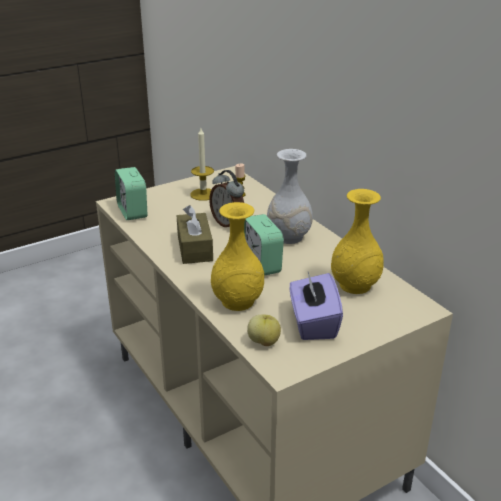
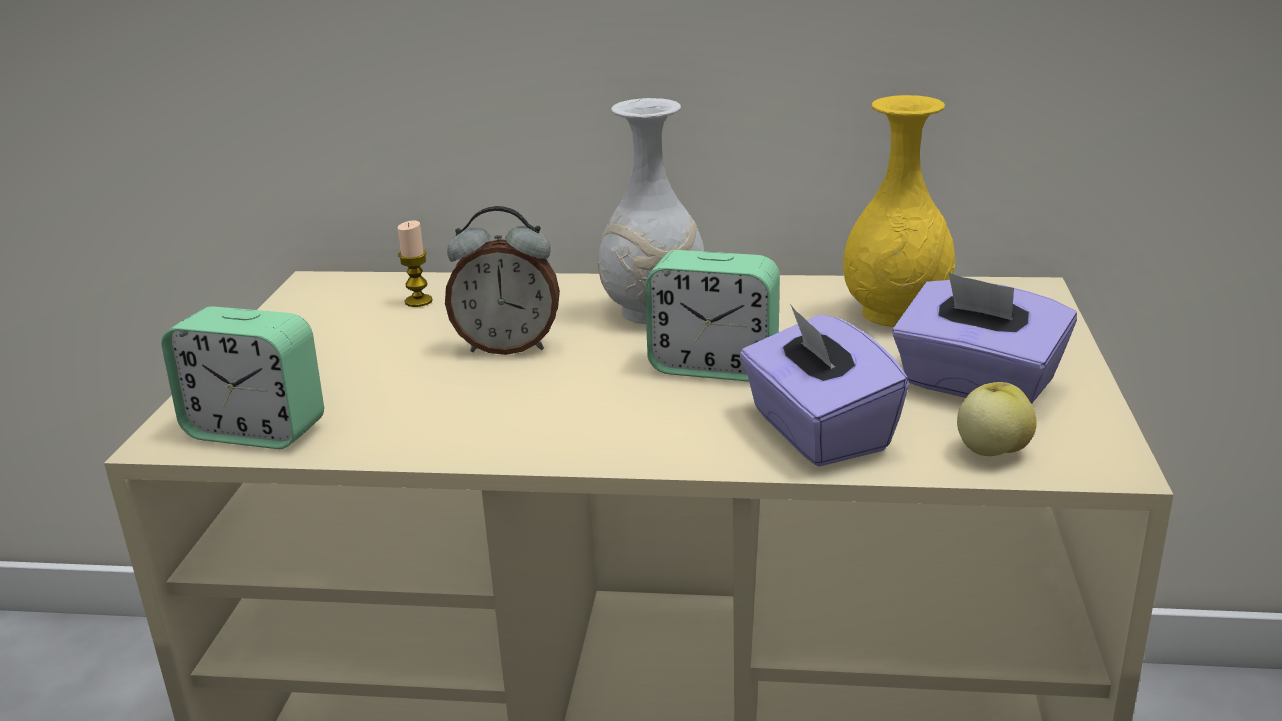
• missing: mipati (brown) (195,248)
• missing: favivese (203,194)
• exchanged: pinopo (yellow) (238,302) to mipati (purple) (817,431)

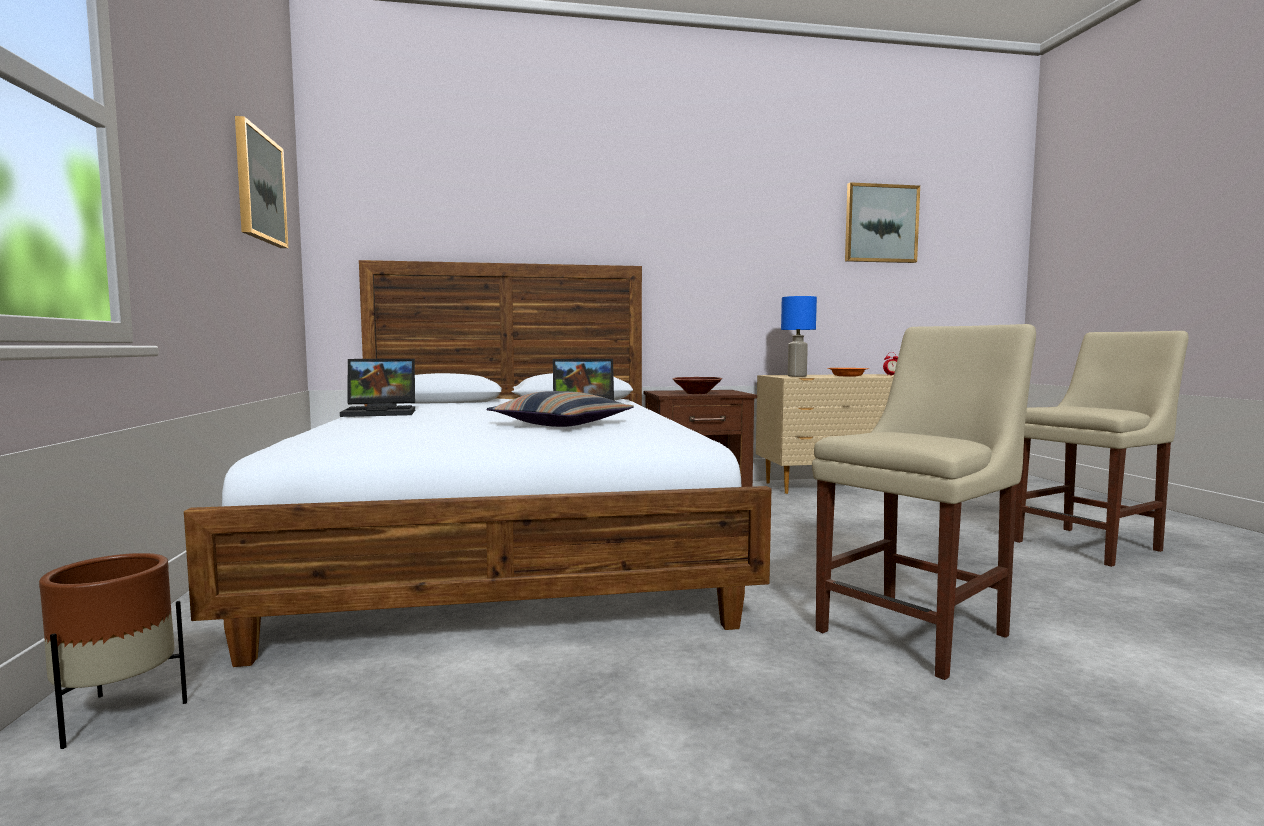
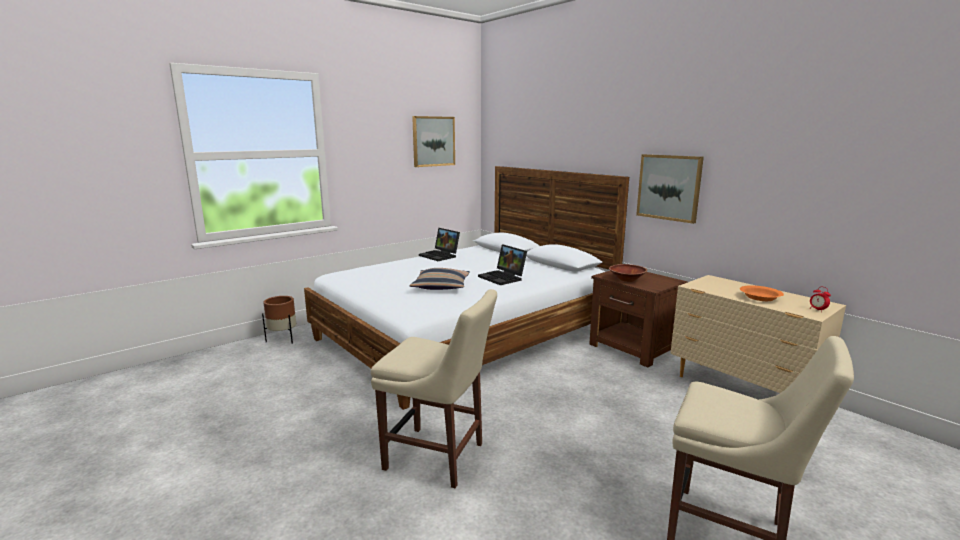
• missing: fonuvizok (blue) (797,376)
• relocated: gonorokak (881,224) to (669,187)

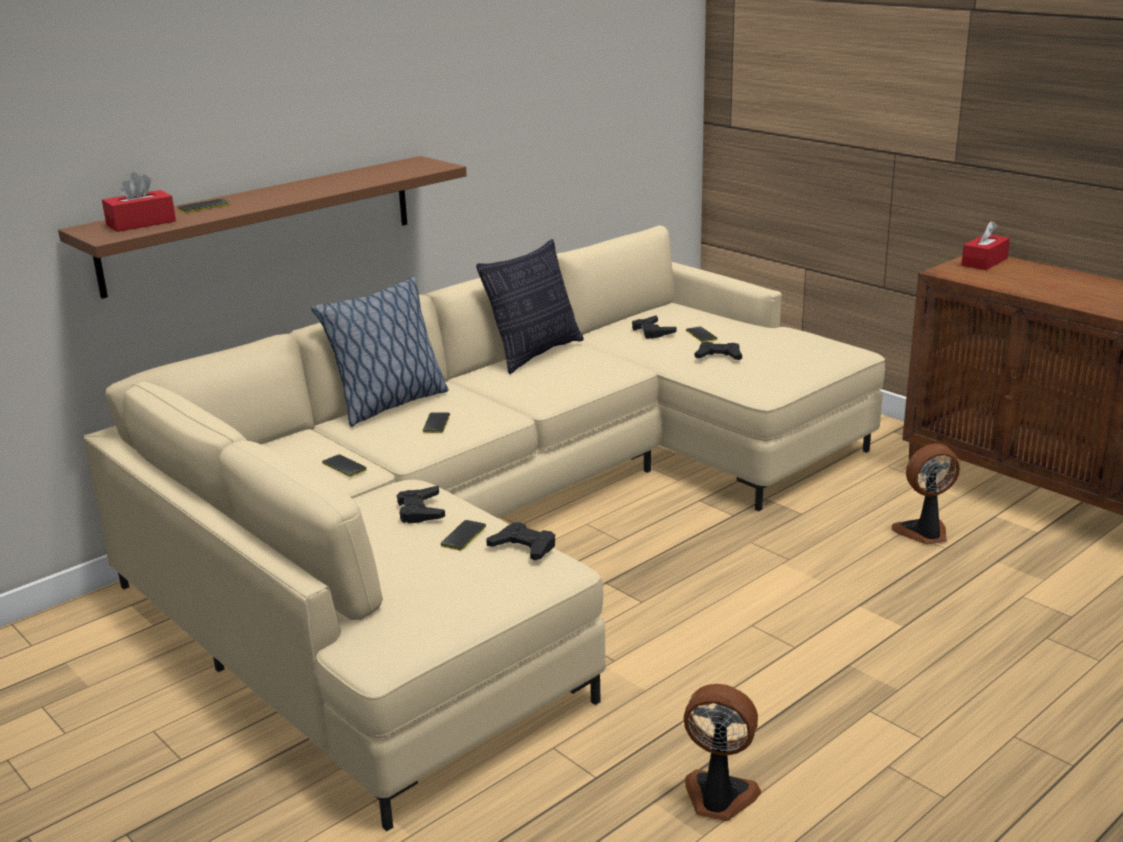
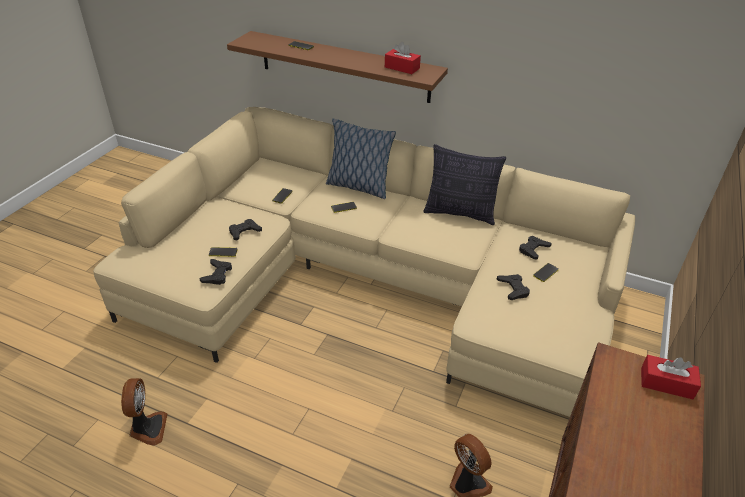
• relocated: mipati (red) (141,223) to (402,68)

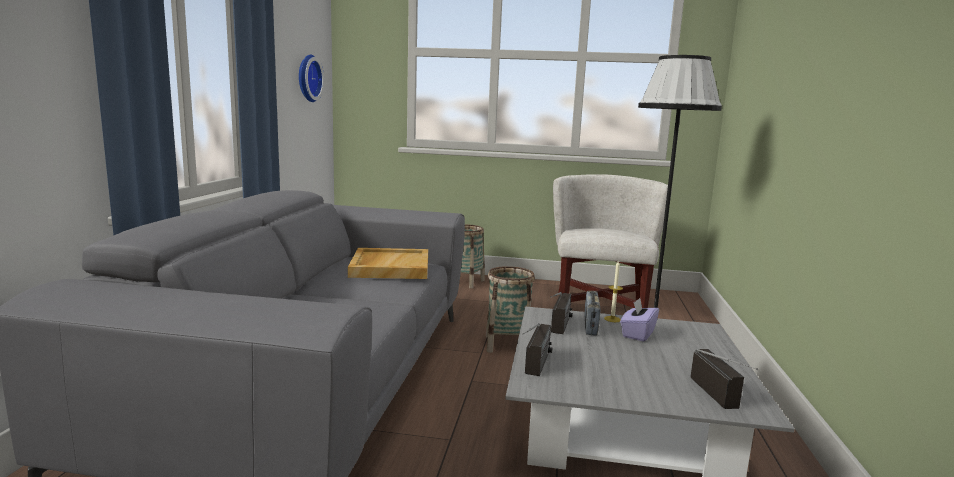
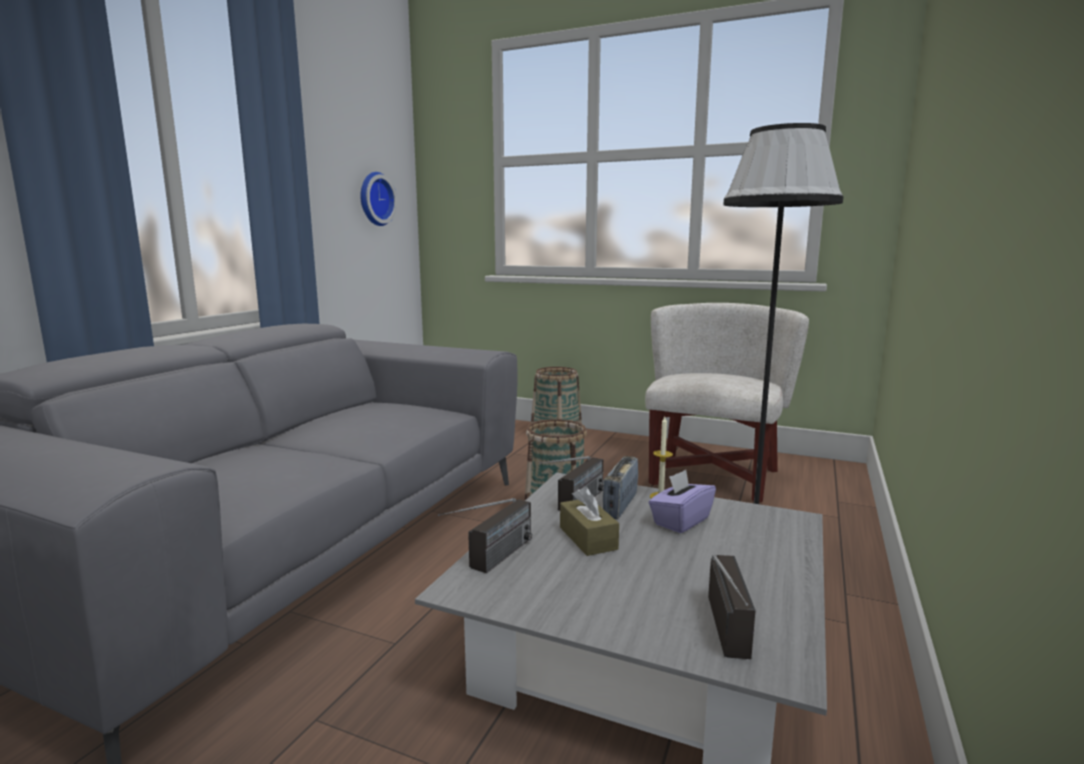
• missing: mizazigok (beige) (389,267)
• appeared: mipati (brown) (588,538)

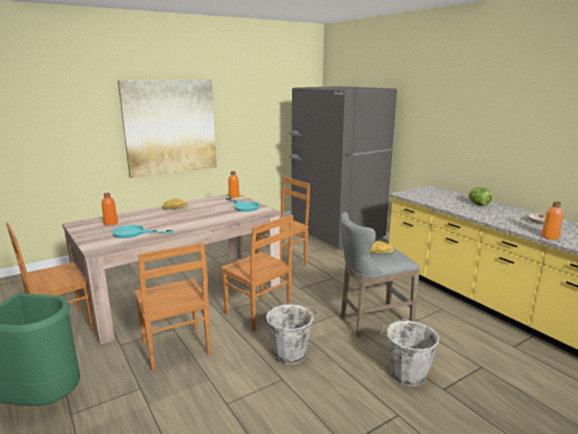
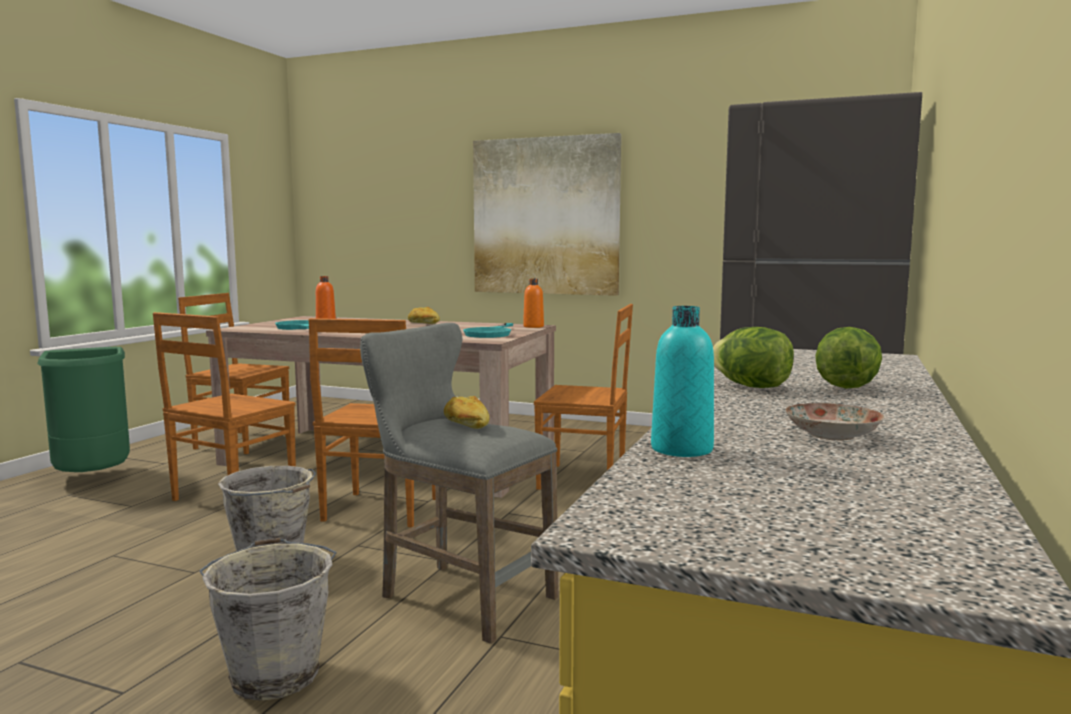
• colour: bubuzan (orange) (549,237) to bubuzan (turquoise) (681,449)
• appeared: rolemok (751,387)

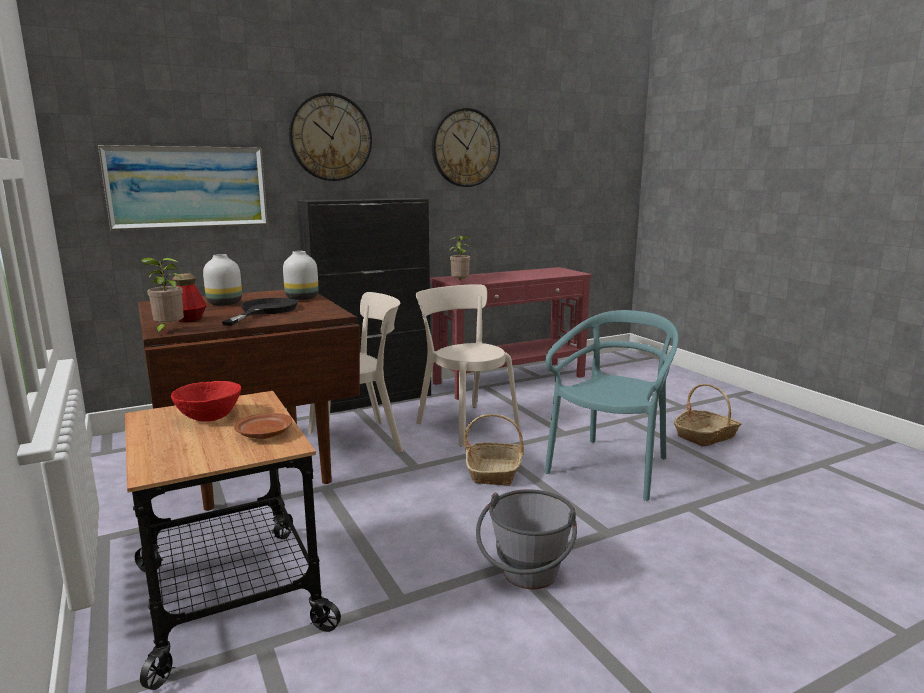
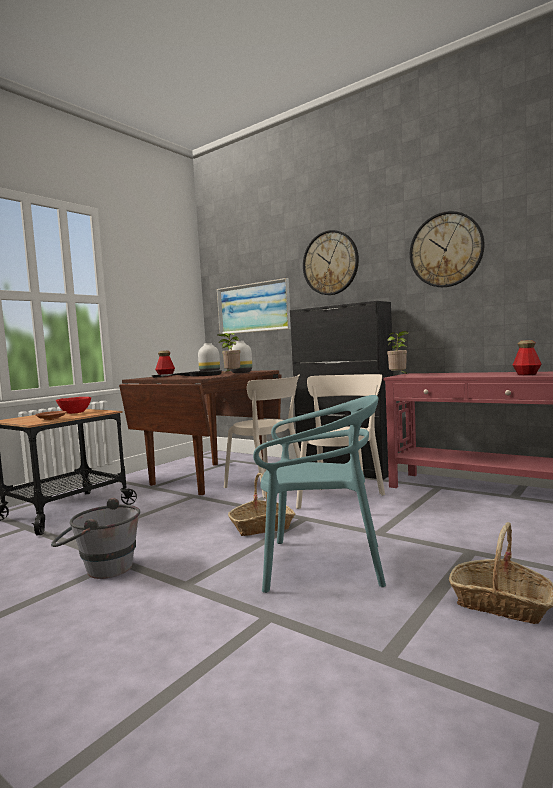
• relocated: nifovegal (168,331) to (231,374)
• appeared: bubuzan (526,374)

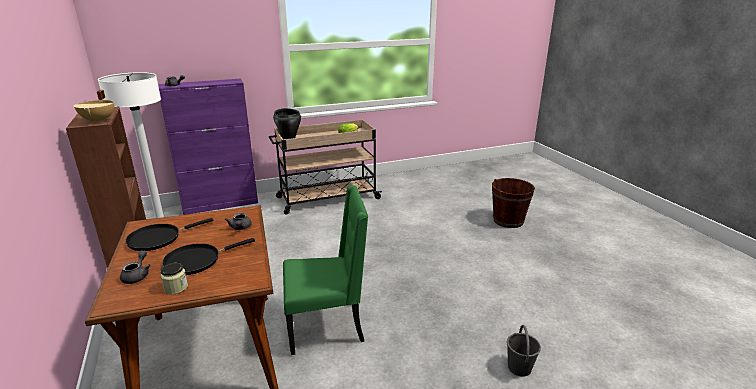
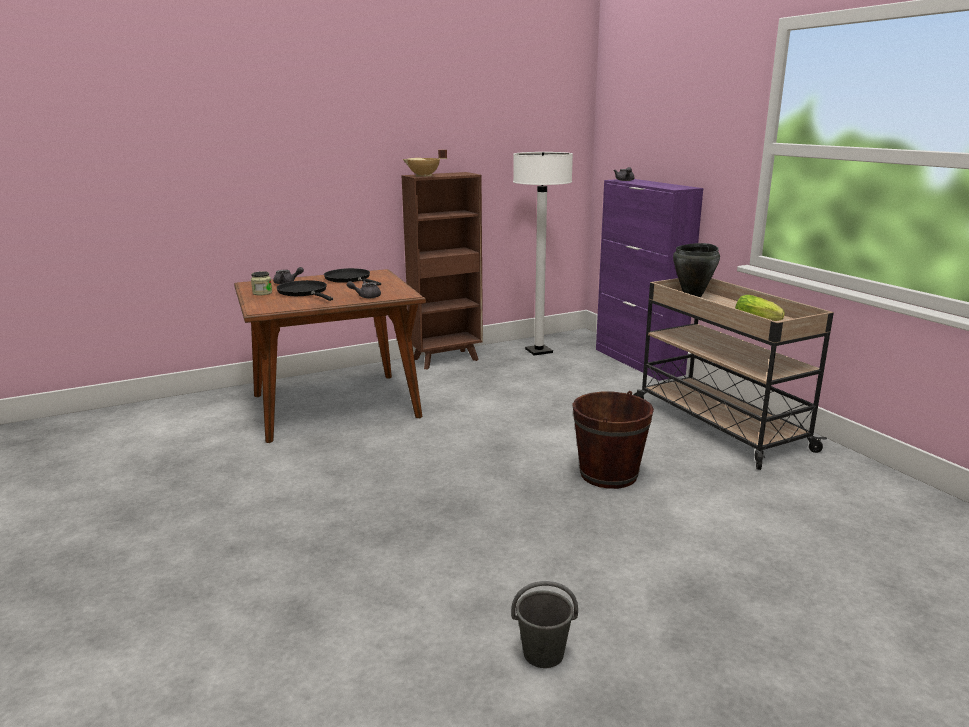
• missing: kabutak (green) (327,326)
• relocated: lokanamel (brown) (508,221) to (608,474)
• relocated: lokanamel (grey) (519,367) to (544,653)

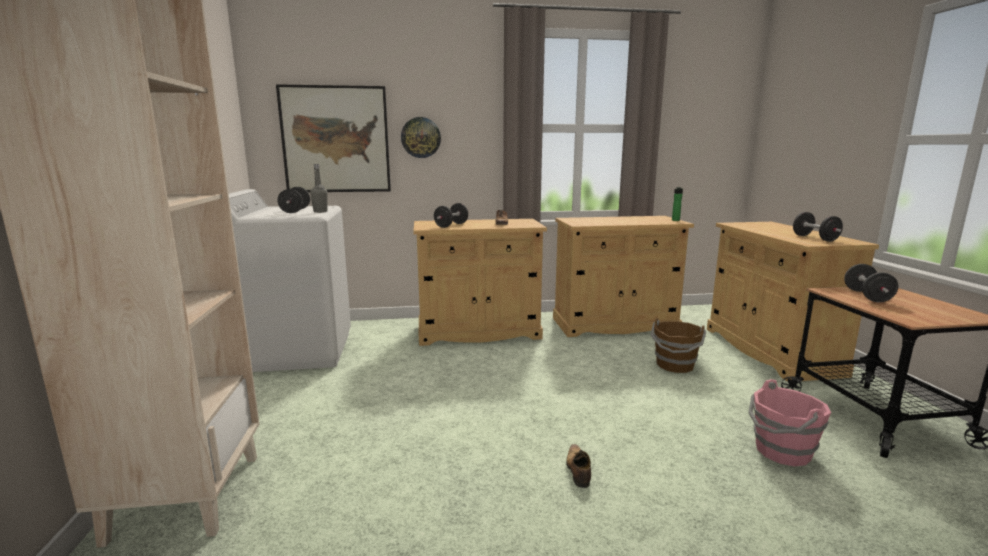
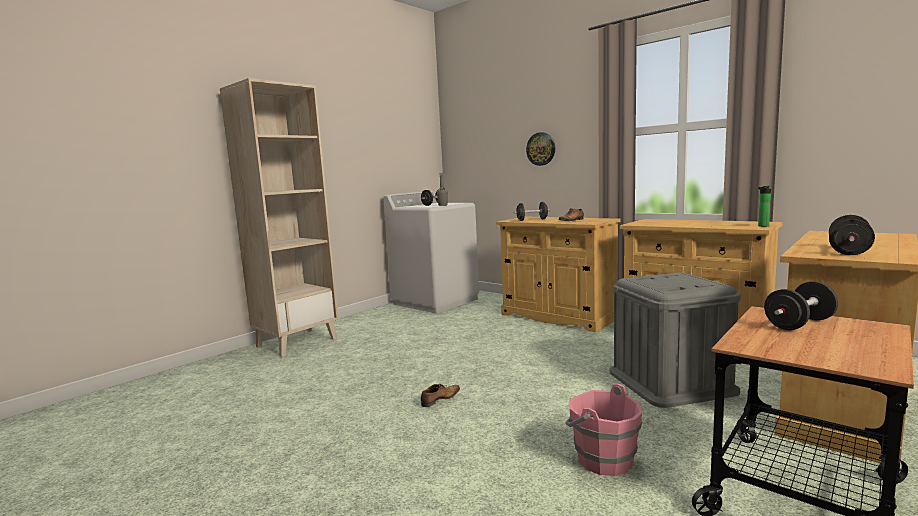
• missing: gonorokak (336,140)
• exchanged: lokanamel (brown) (675,365) to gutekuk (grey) (670,381)

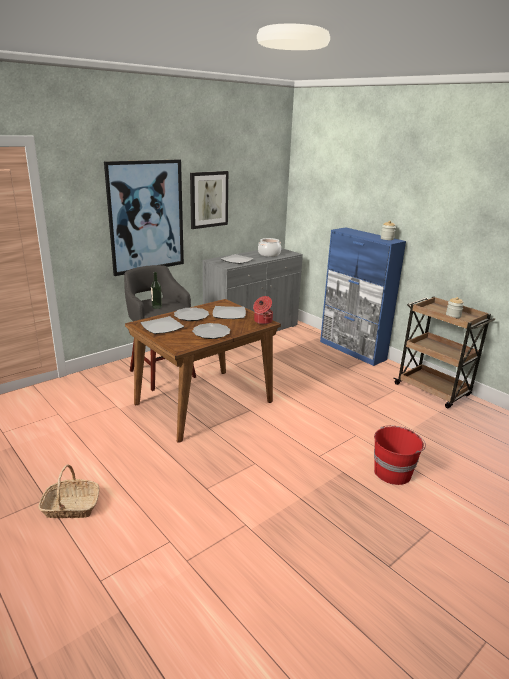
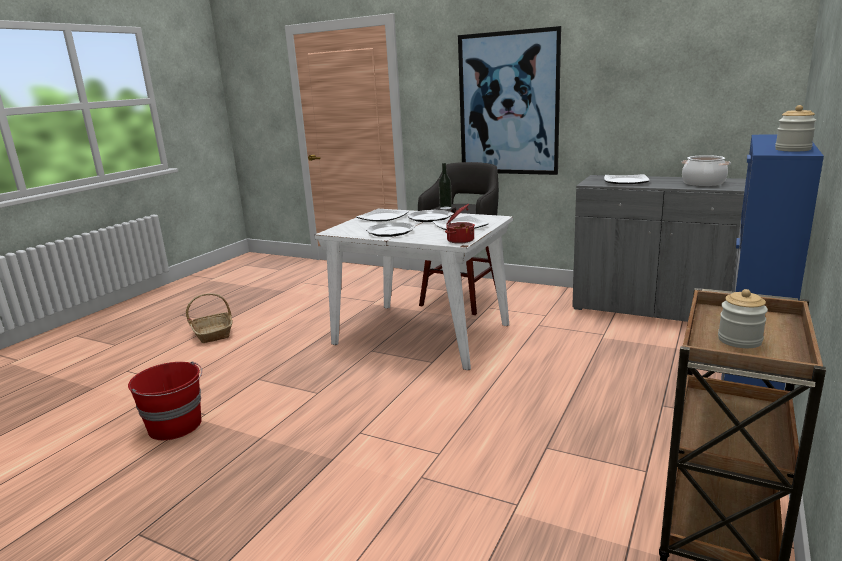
• colour: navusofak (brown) (205,402) to navusofak (white) (423,334)
• missing: gonorokak (208,199)
• relocated: lokanamel (red) (393,472) to (176,426)

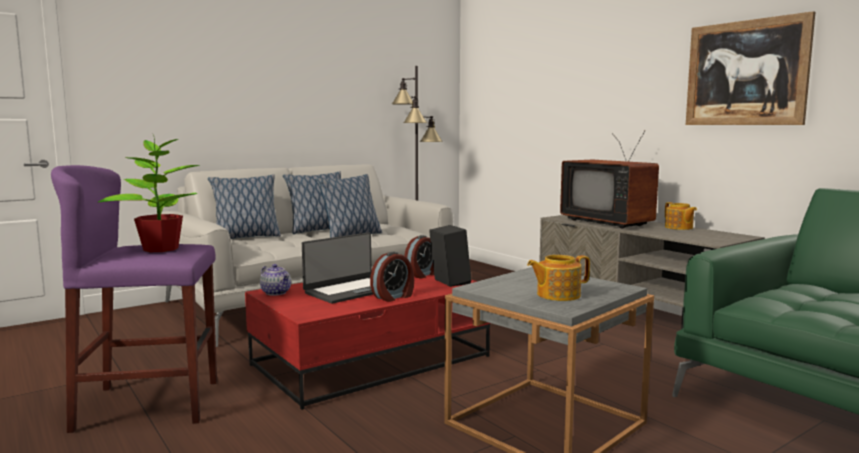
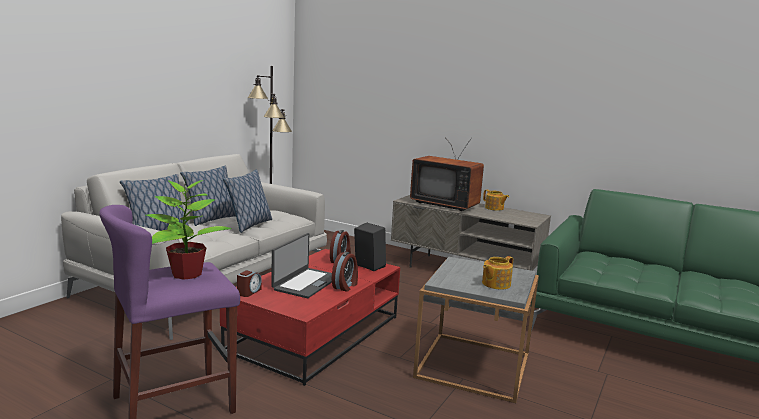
• exchanged: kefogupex (276,292) to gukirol (249,292)
• missing: gonorokak (745,73)

